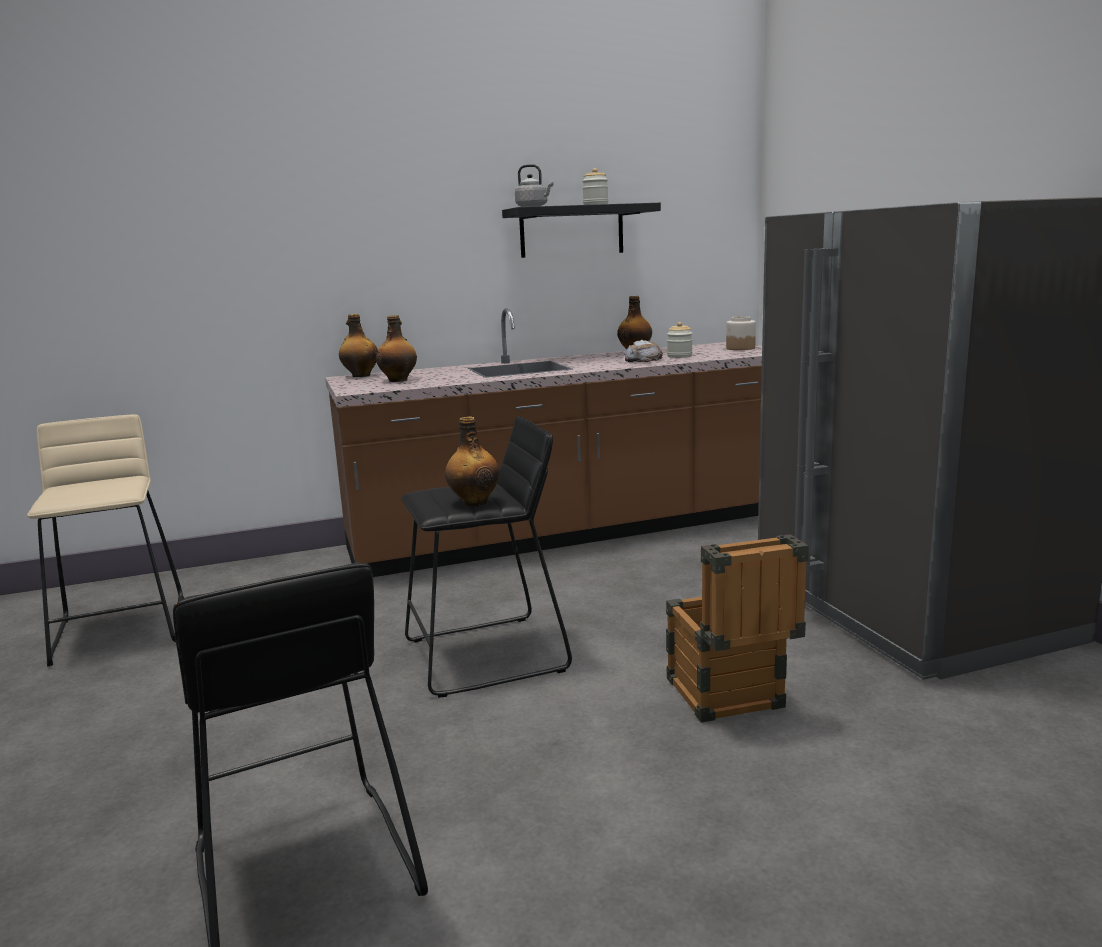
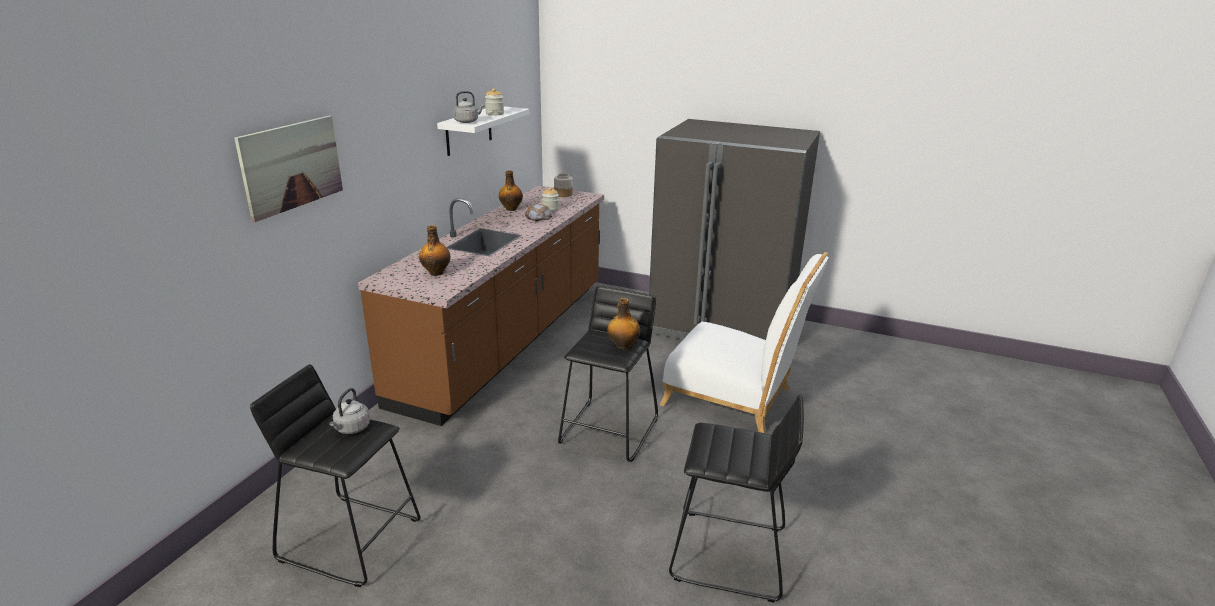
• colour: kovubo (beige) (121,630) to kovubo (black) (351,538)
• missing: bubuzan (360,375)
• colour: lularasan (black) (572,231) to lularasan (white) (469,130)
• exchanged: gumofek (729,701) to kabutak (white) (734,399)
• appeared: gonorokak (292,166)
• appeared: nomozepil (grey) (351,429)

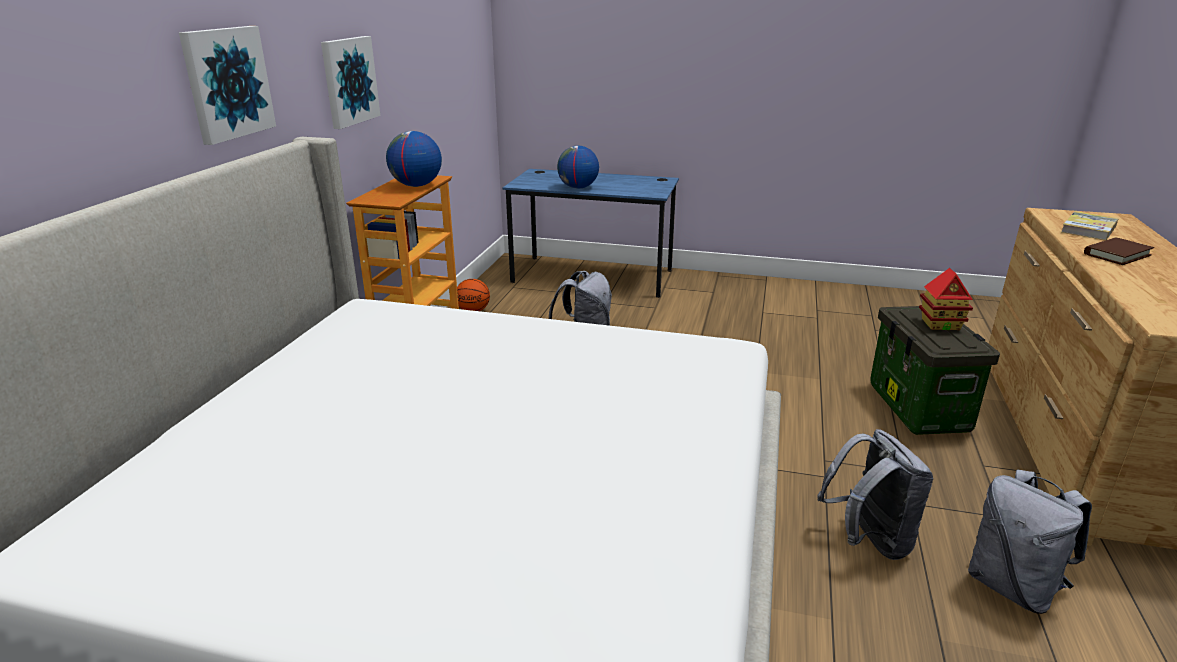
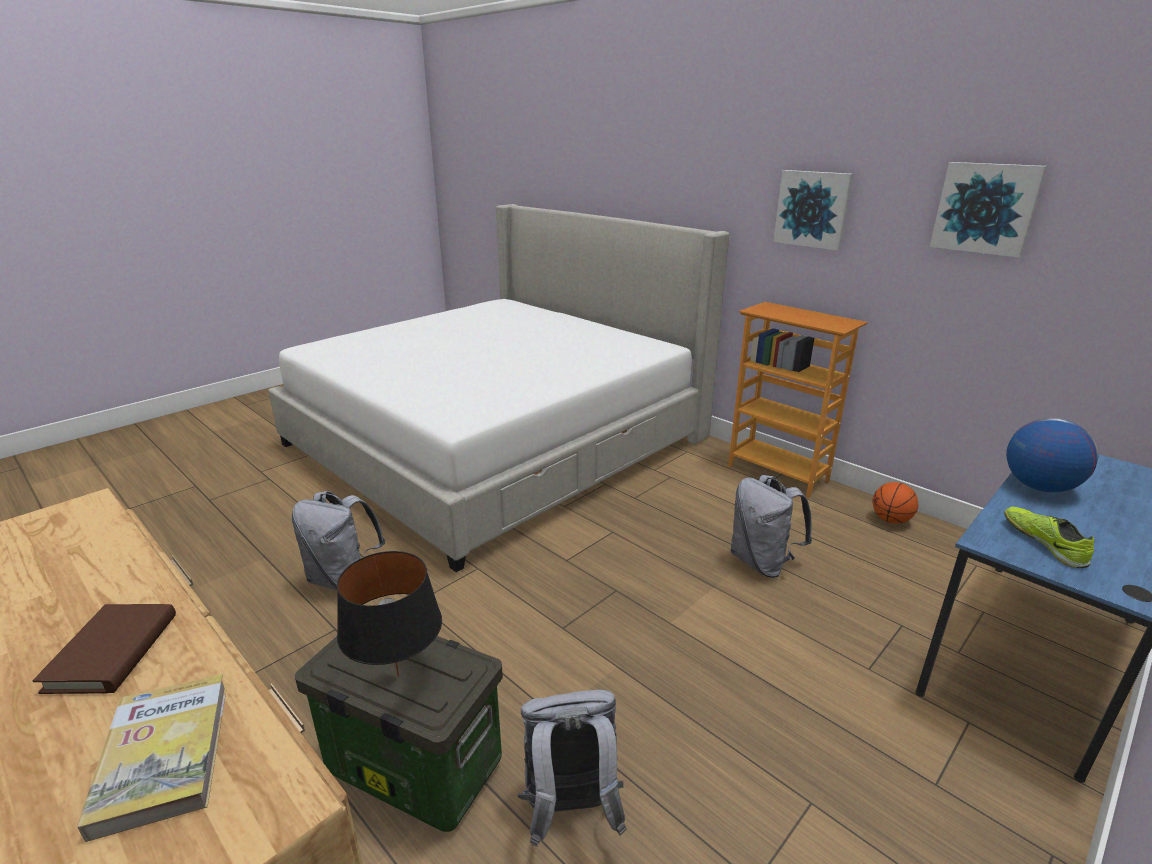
• relocated: gonorokak (227,83) to (985,208)
• missing: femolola (416,185)
• exchanged: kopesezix (940,324) to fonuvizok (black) (398,676)
• relocated: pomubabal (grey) (1013,587) to (570,811)
• appeared: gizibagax (1043,542)

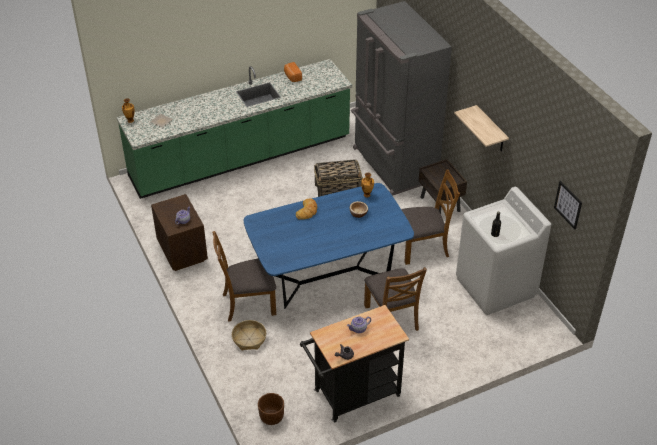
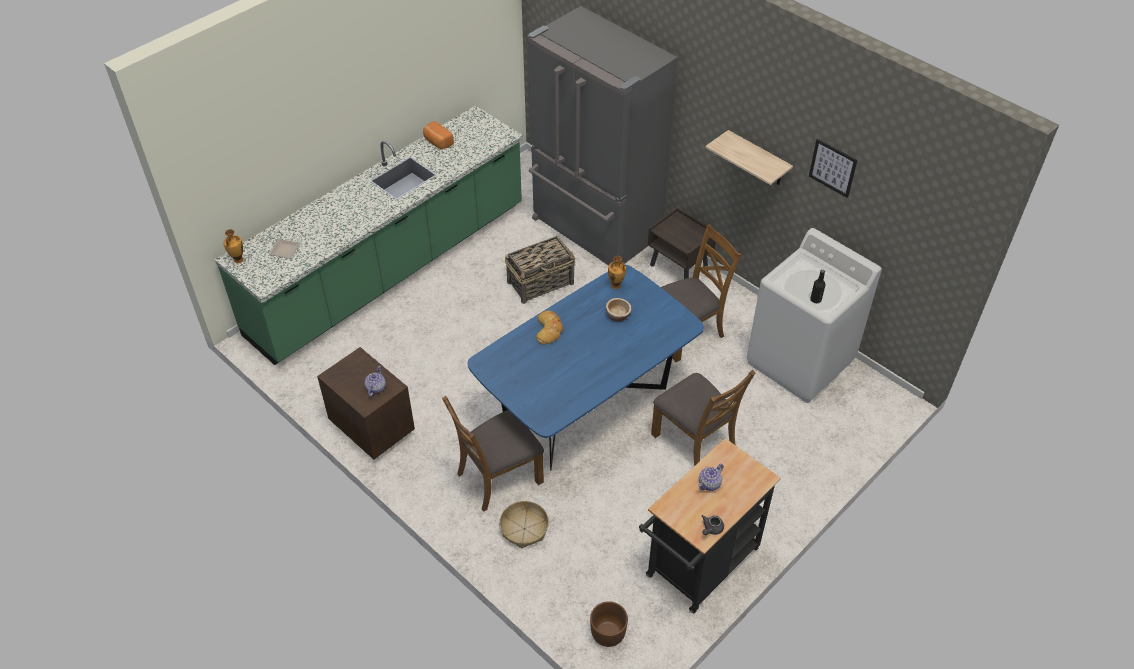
• relocated: gonorokak (568,205) to (833,168)

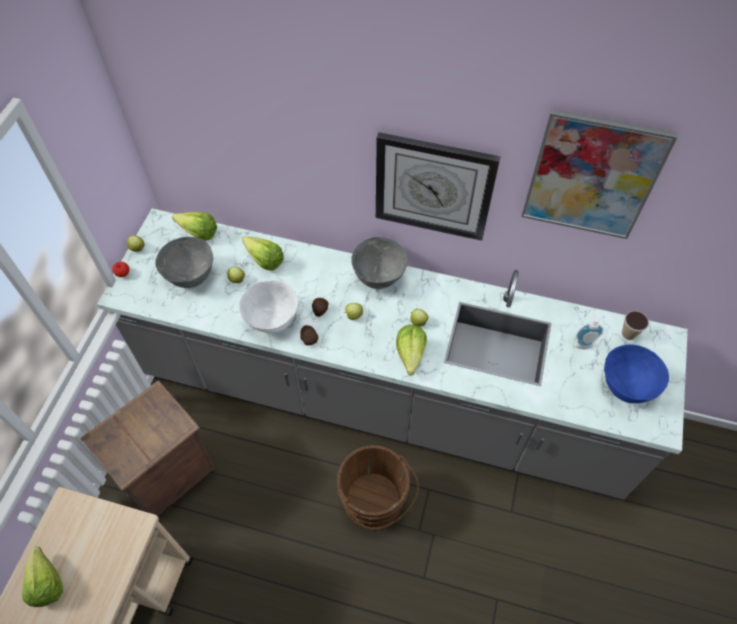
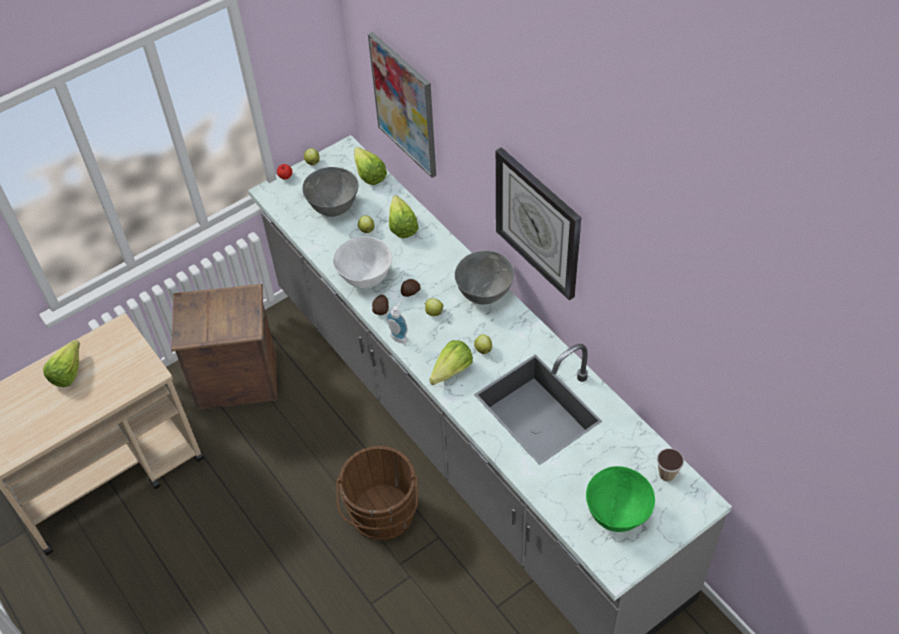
• relocated: gonorokak (592,176) to (405,105)
• relocated: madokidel (583,343) to (400,336)
• colour: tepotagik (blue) (625,387) to tepotagik (green) (616,514)

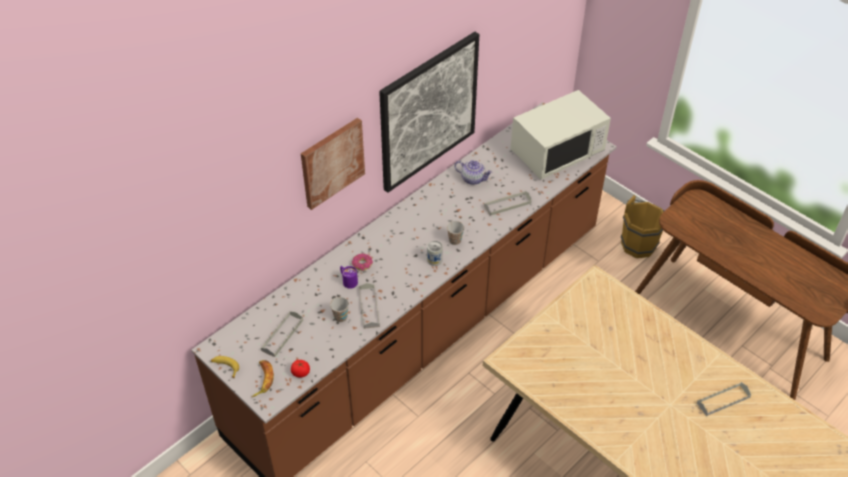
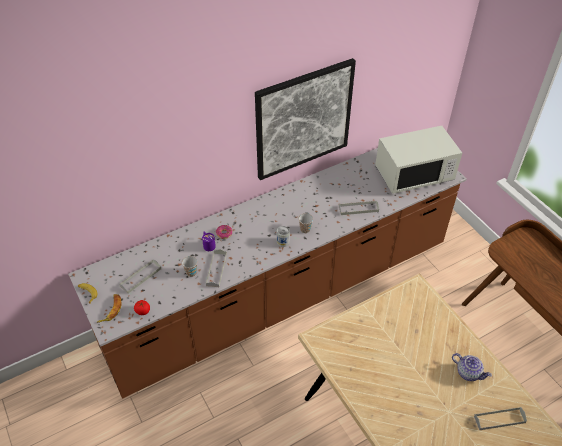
• missing: gonorokak (332,162)
• relocated: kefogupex (473,179) to (468,372)
• missing: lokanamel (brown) (640,243)

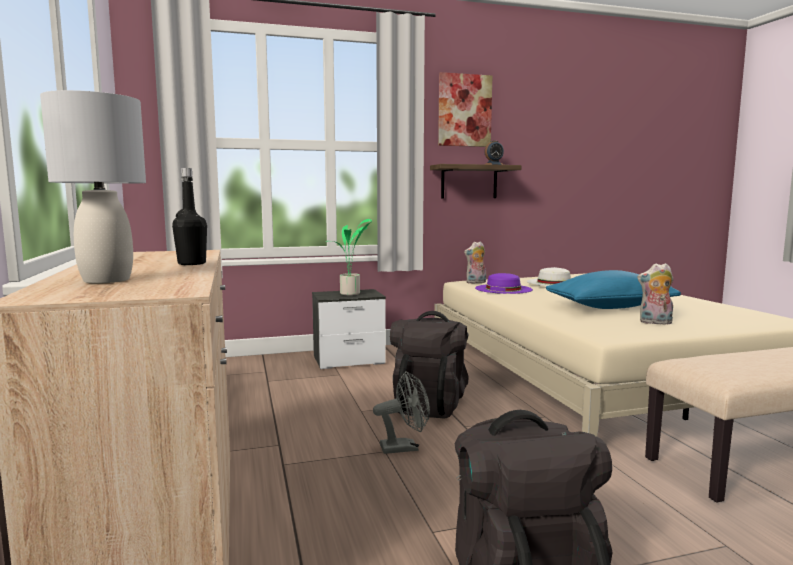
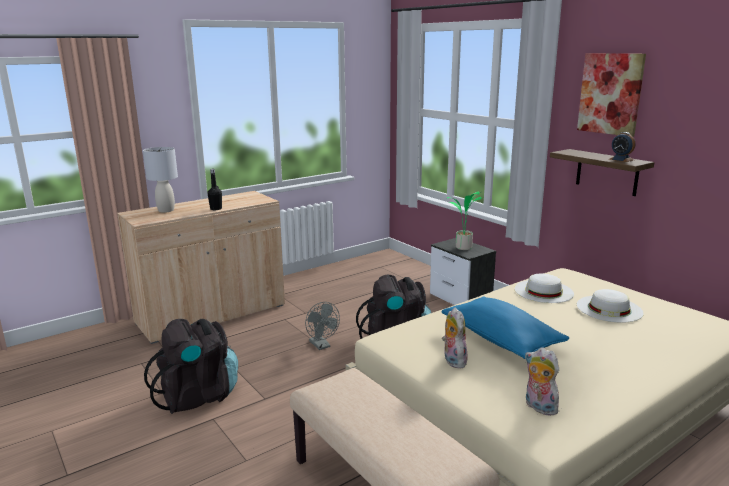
• relocated: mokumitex (476,282) to (538,407)
• colour: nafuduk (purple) (503,289) to nafuduk (white) (543,291)

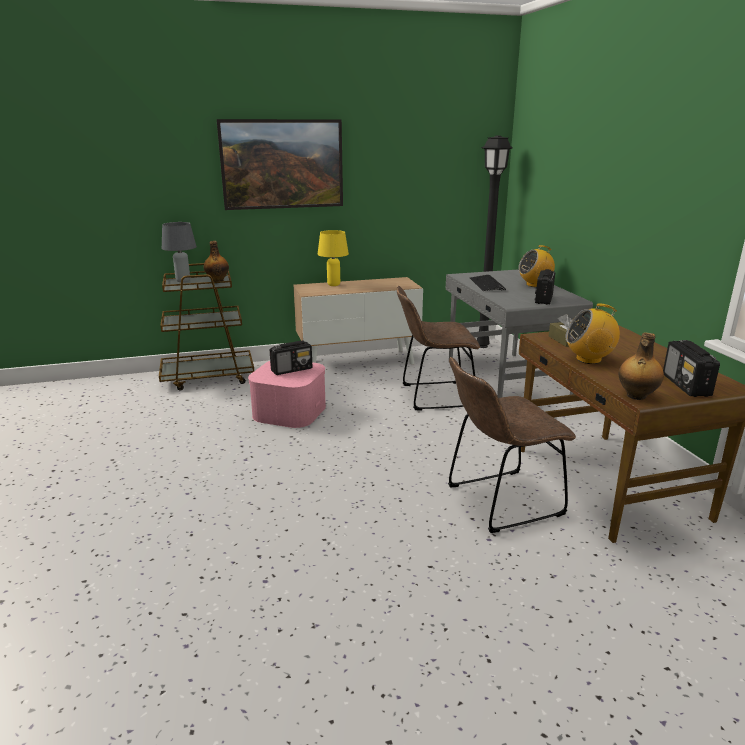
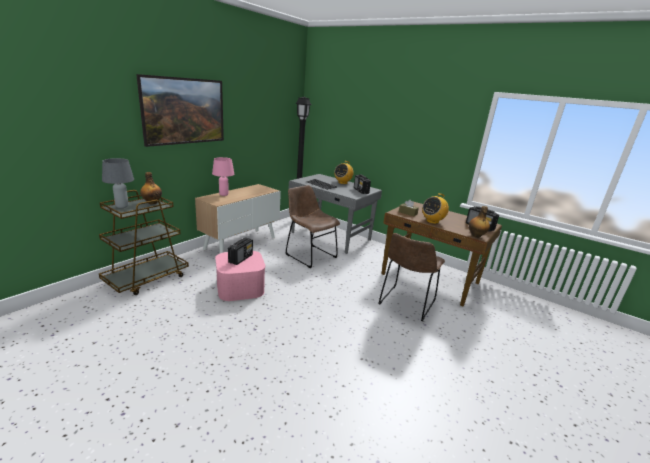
• colour: fonuvizok (yellow) (334,285) to fonuvizok (pink) (224,194)
• spun: kabutak (brown) (433,396) = (309,255) 90 degrees clockwise

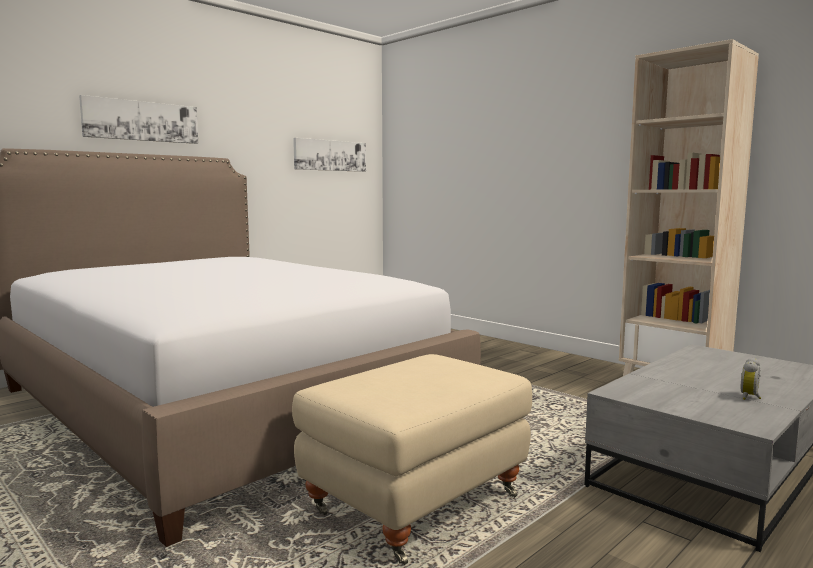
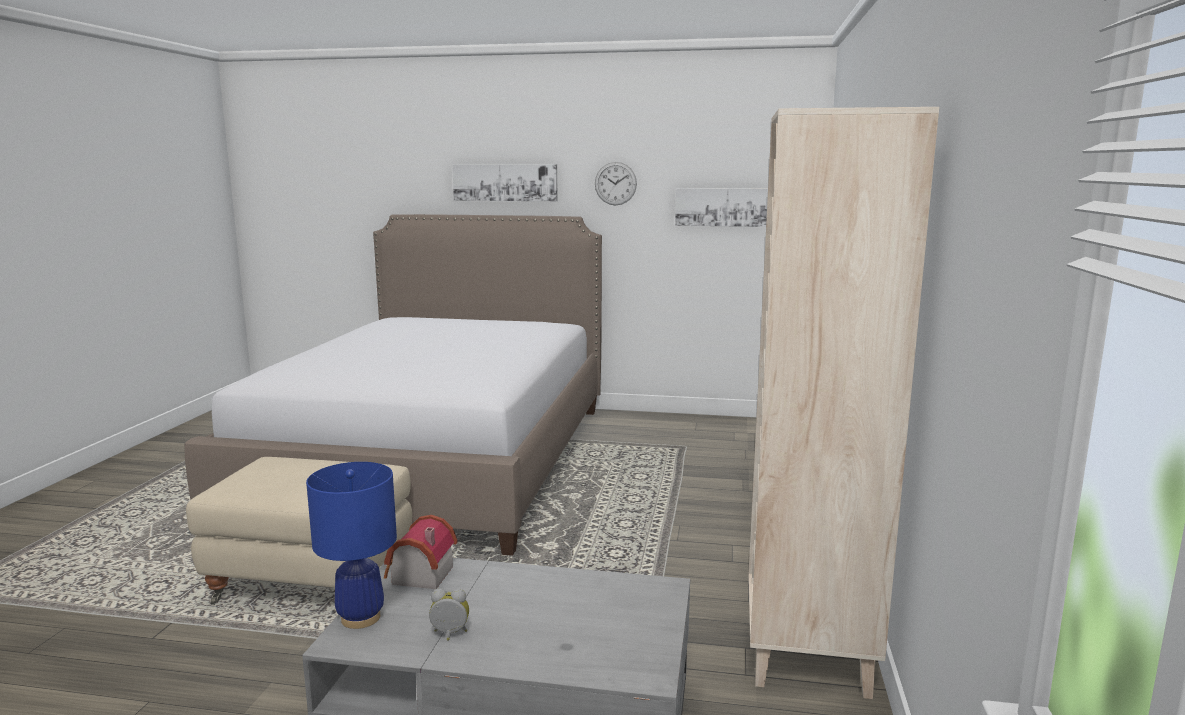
• appeared: fonuvizok (blue) (360,617)
• appeared: kopesezix (418,575)
• appeared: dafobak (615,183)

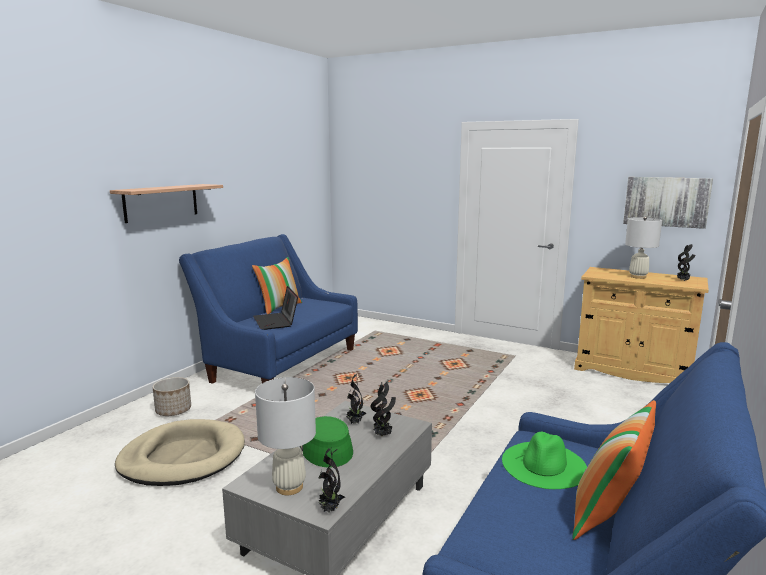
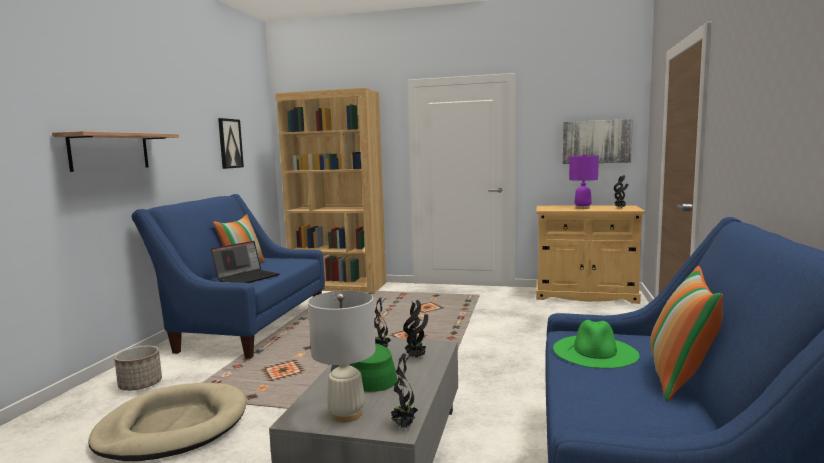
• spun: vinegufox (276,322) = (247,278) 105 degrees counterclockwise
• colour: fonuvizok (white) (638,277) to fonuvizok (purple) (582,208)
• appeared: gonorokak (230,143)
• appeared: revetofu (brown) (338,286)

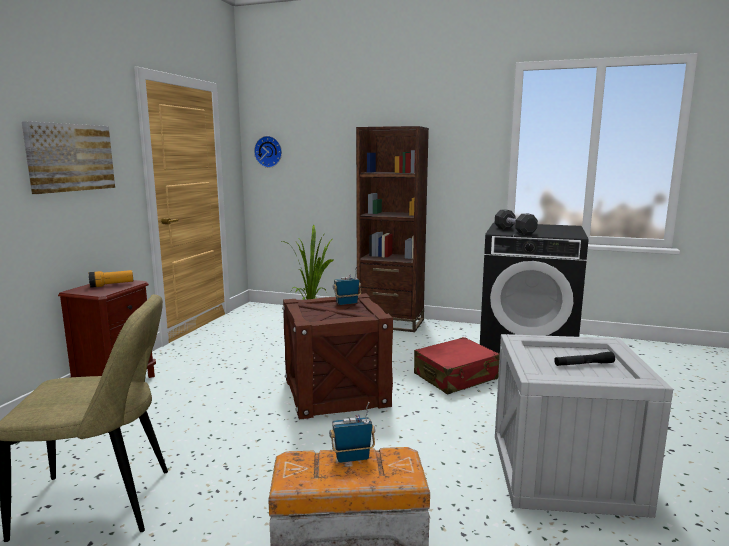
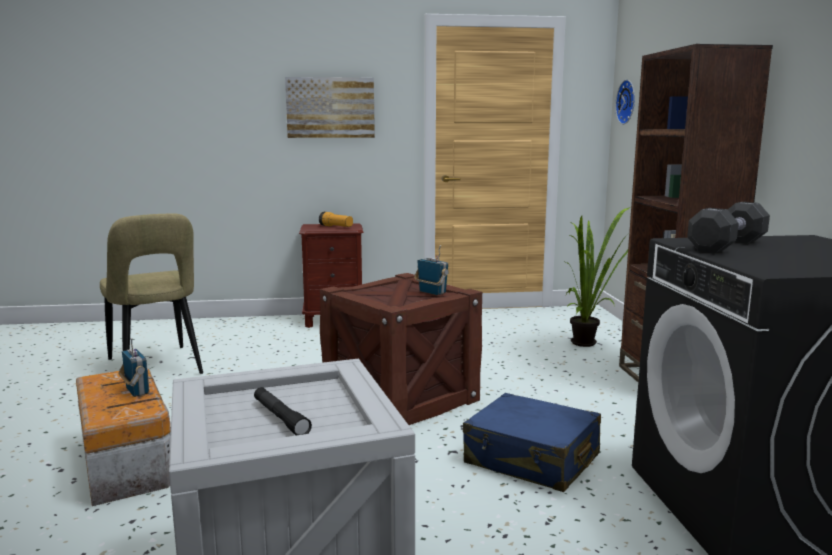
• colour: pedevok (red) (456,377) to pedevok (blue) (532,459)

